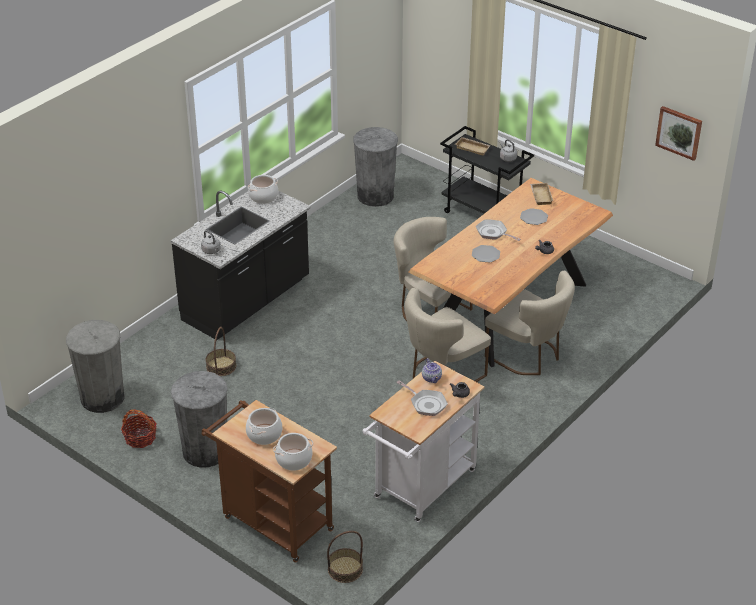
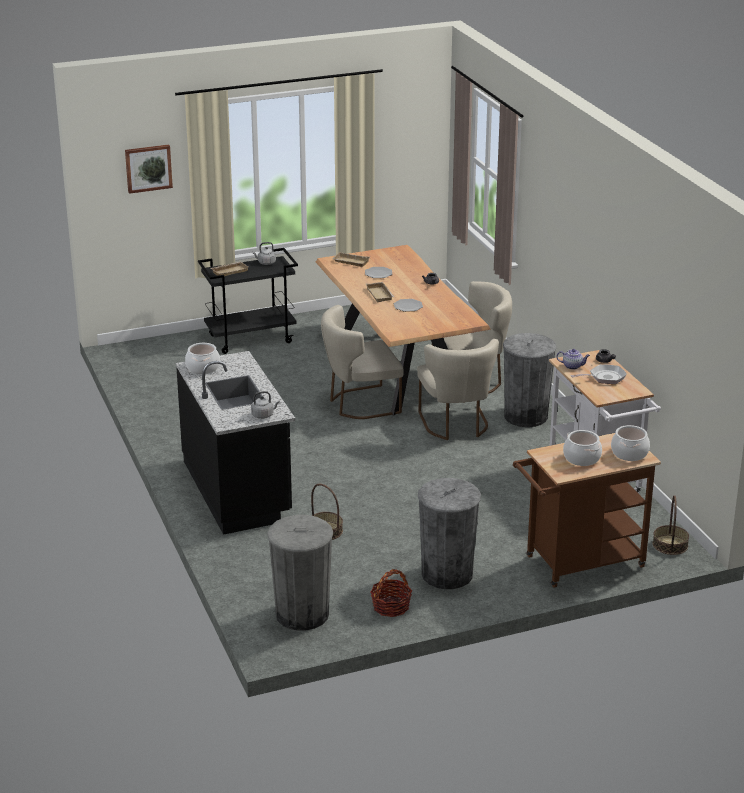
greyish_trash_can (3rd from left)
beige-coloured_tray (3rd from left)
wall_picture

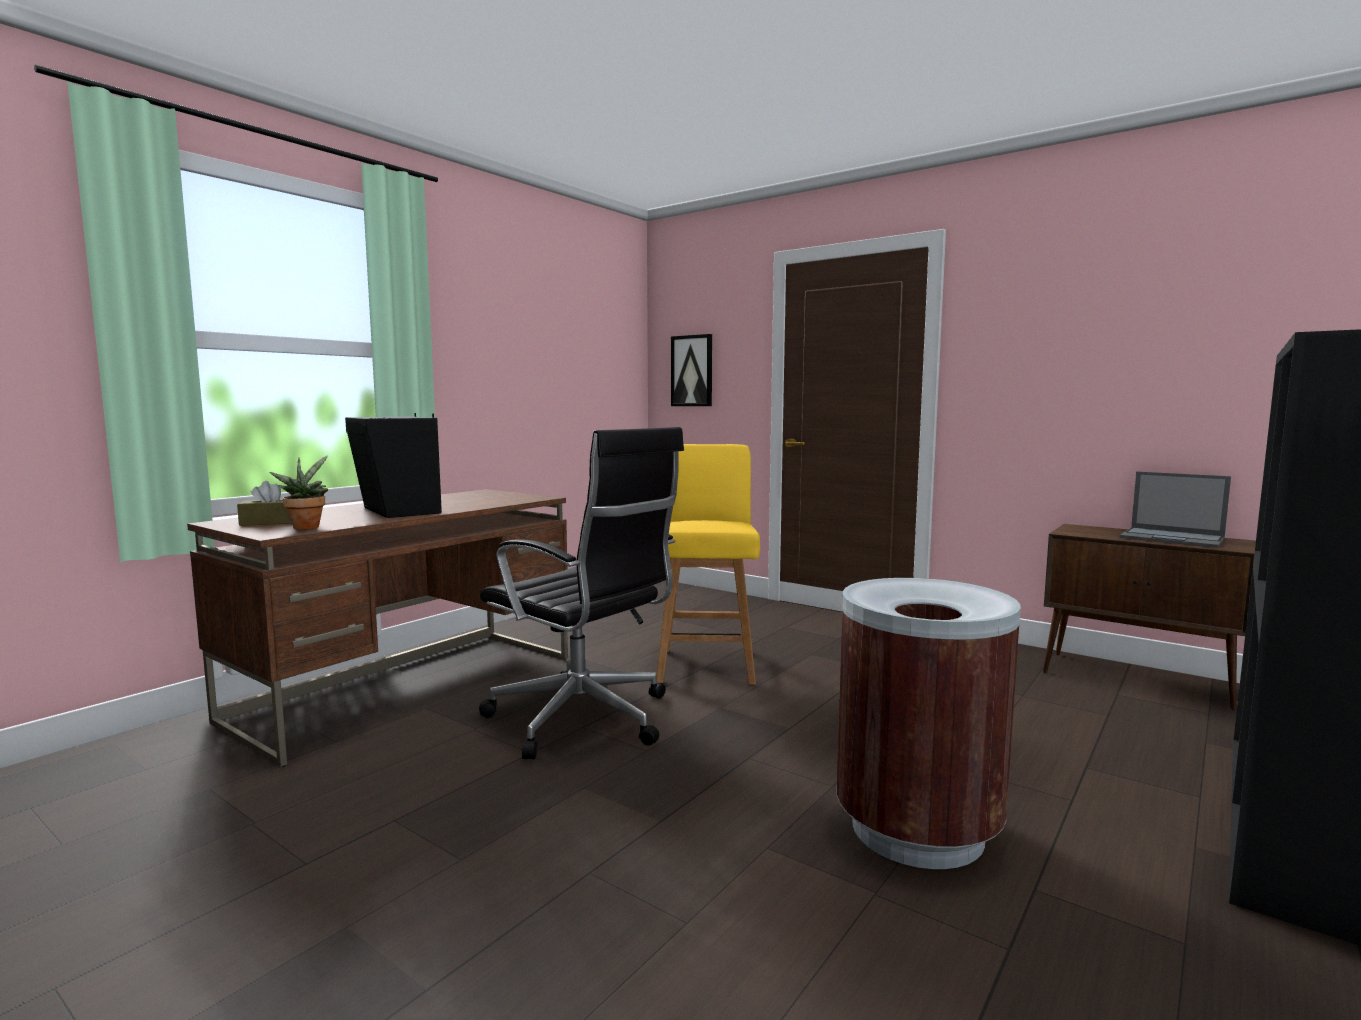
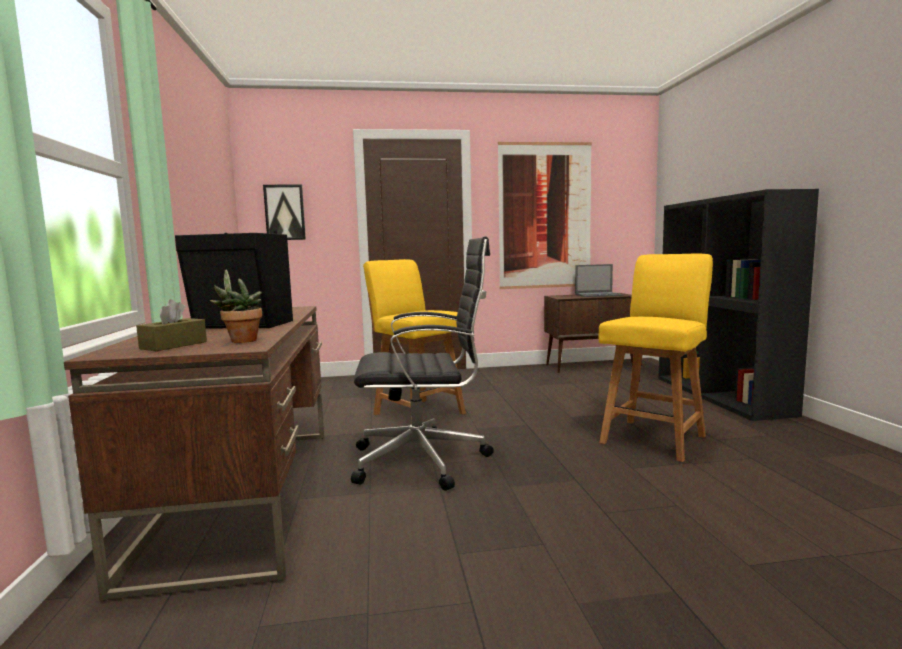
yellow-coloured_plain_chair (2nd from left)
wall_picture (2nd from left)

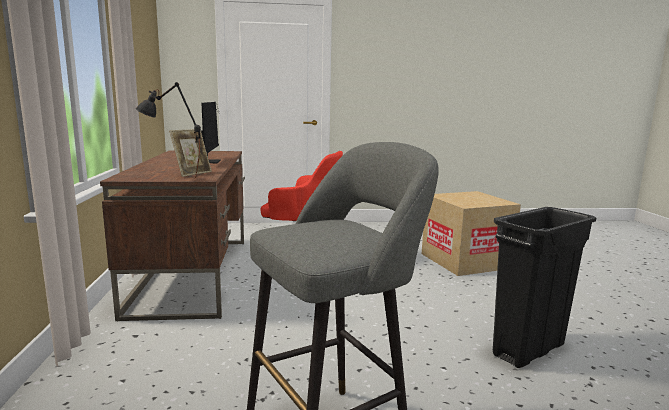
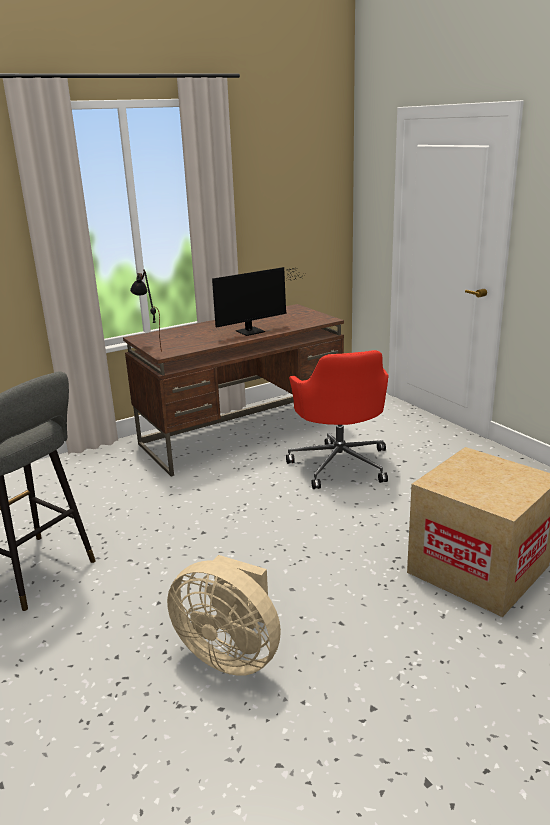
standing_frame
beige-coloured_electric_fan

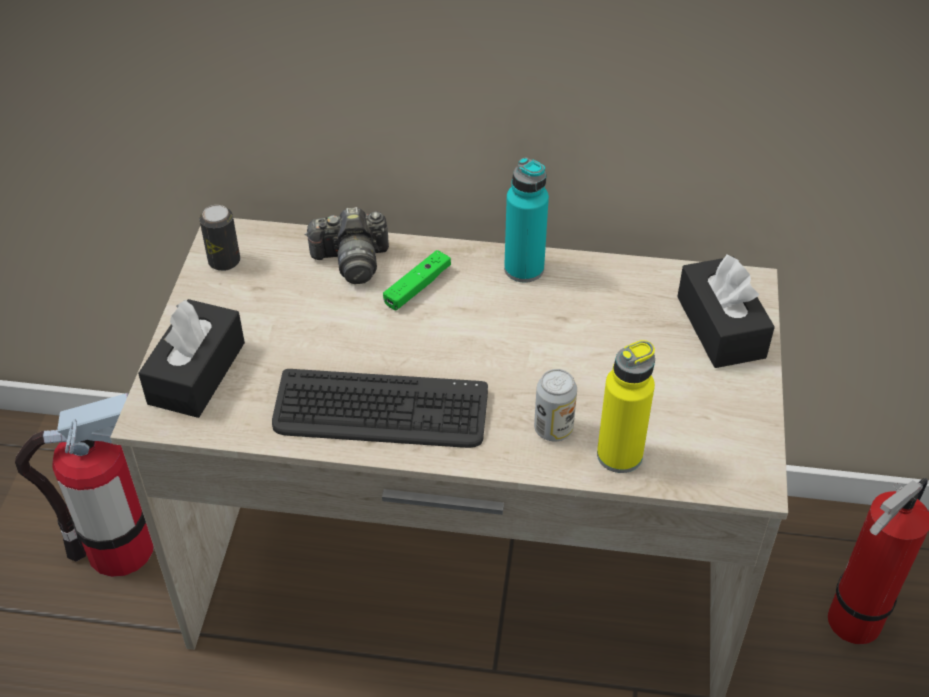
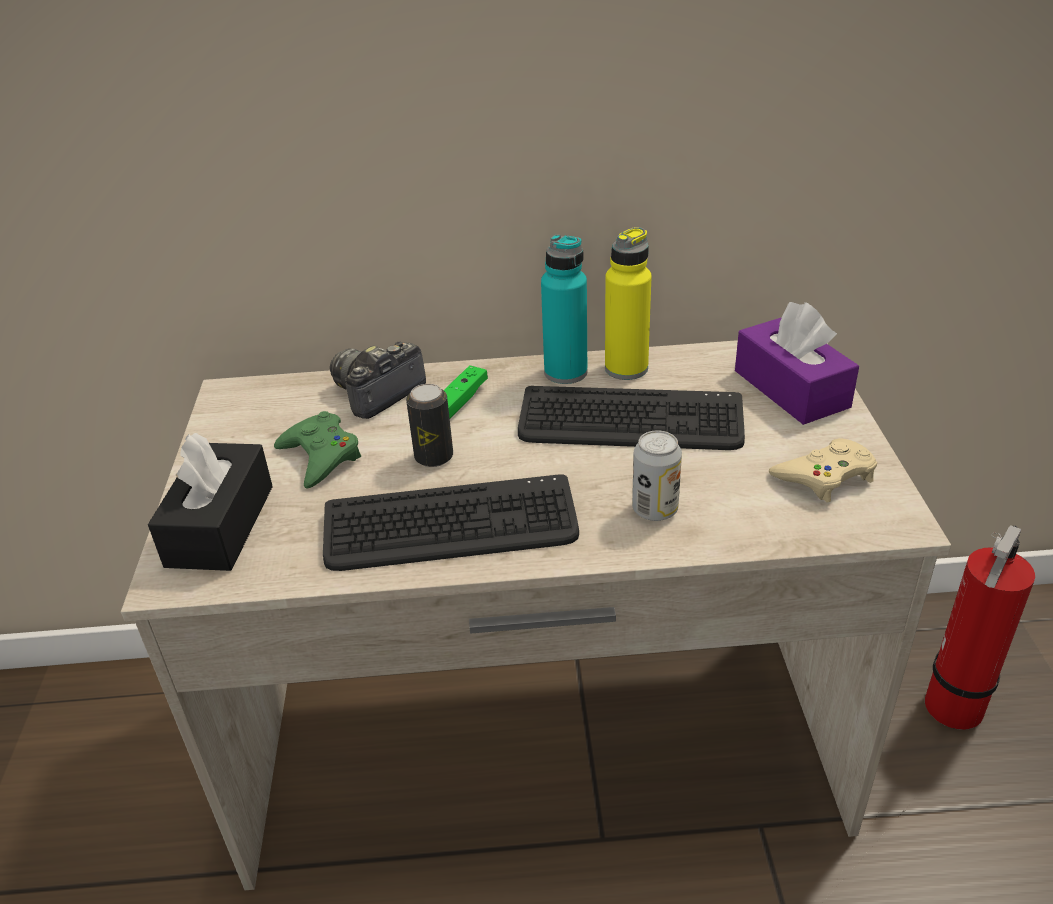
fire-fighting_cylinder (1st from left in the first image)
sealed_can (1st from left)
still_camera
yellow-coloured_bottle
purple_tissue_box
green_game_controller (1st from left)
PC_keyboard (2nd from left)
beige-coloured_game_controller

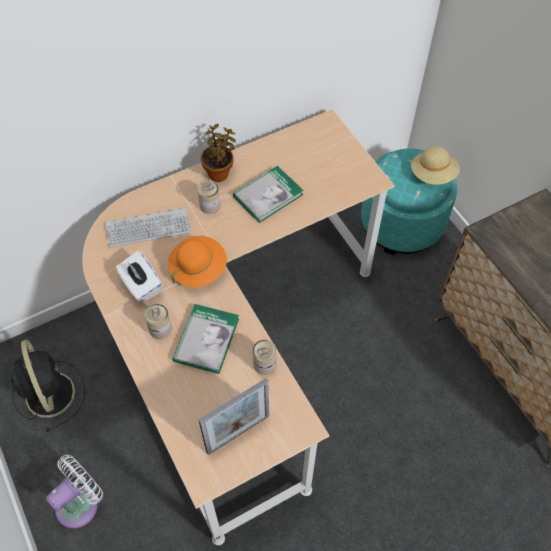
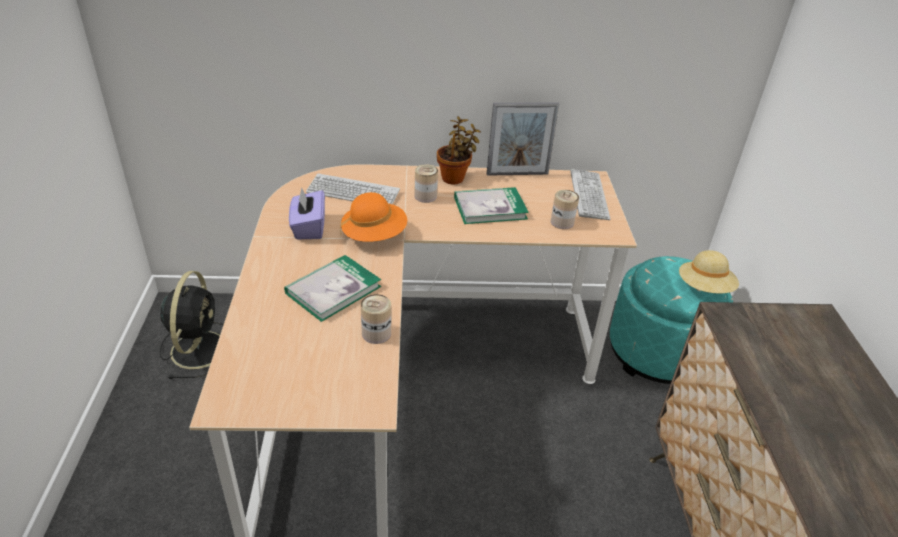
white-coloured_electric_fan
purple_tissue_box
sealed_can (3rd from left)
standing_frame
PC_keyboard (2nd from left)

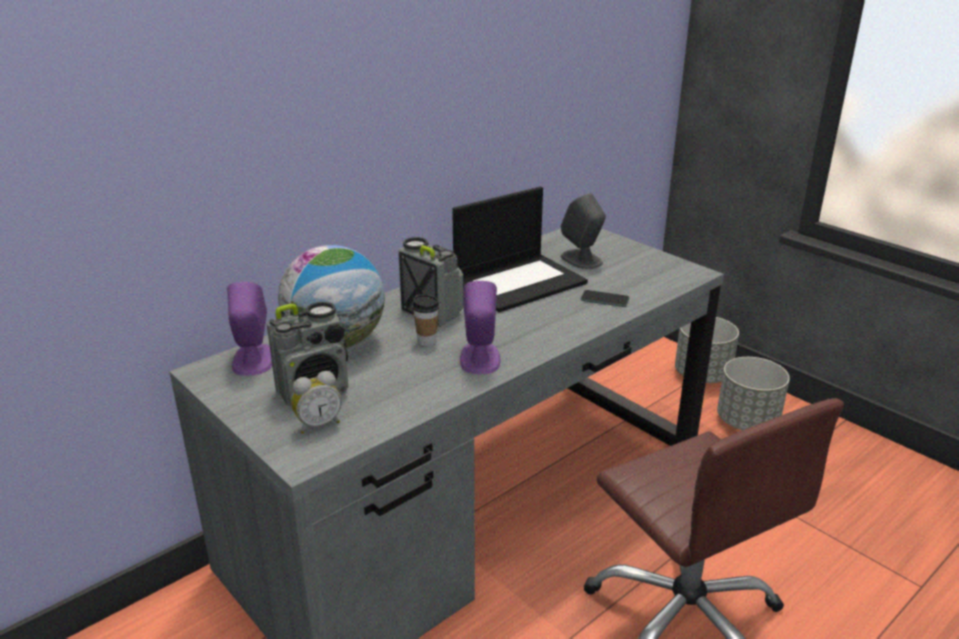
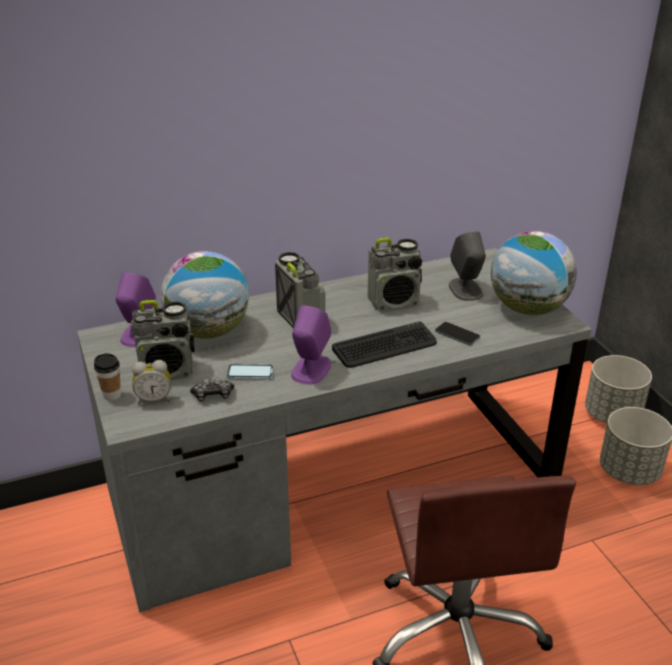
small_cup
radio_set (3rd from left)
game_controller
telephone (1st from left)
PC_keyboard
globe (2nd from left)

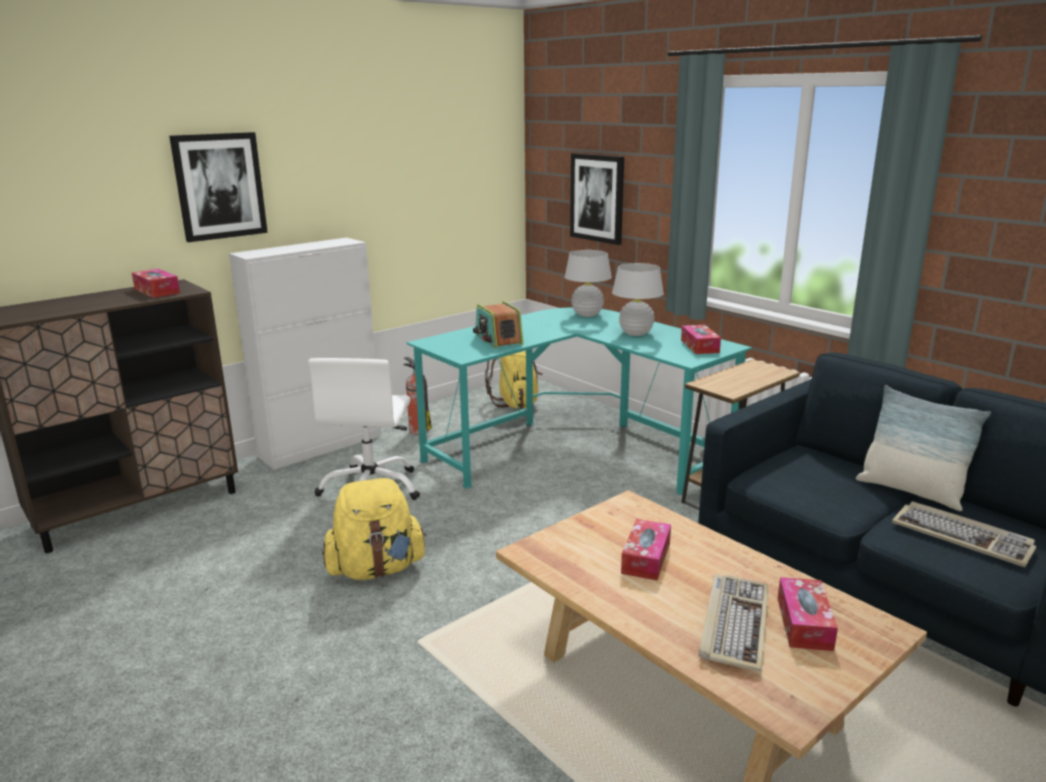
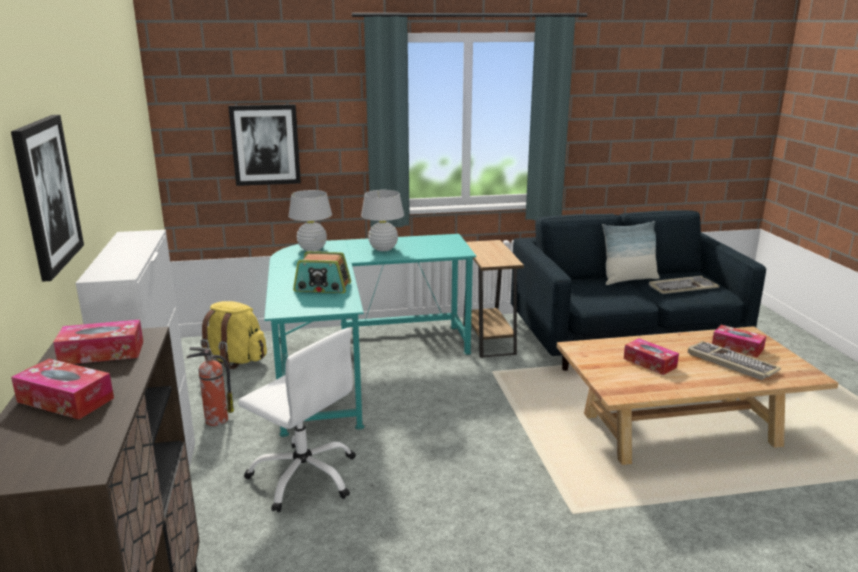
yellow-coloured_backpack (1st from left in the first image)
tissue_box (1st from left)

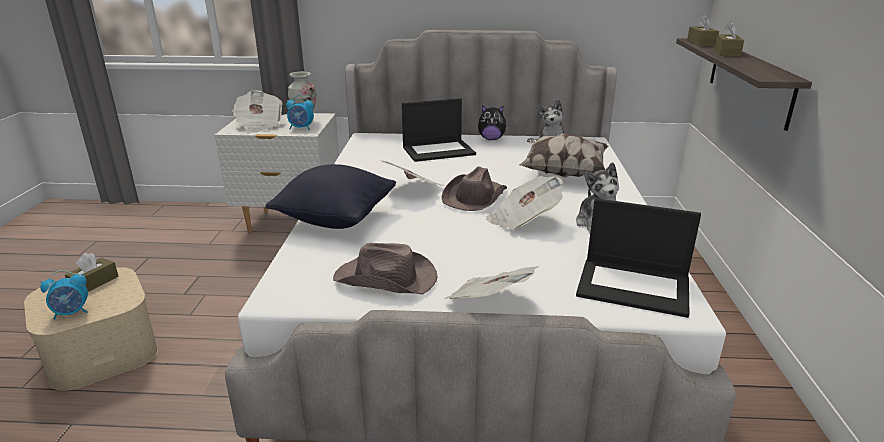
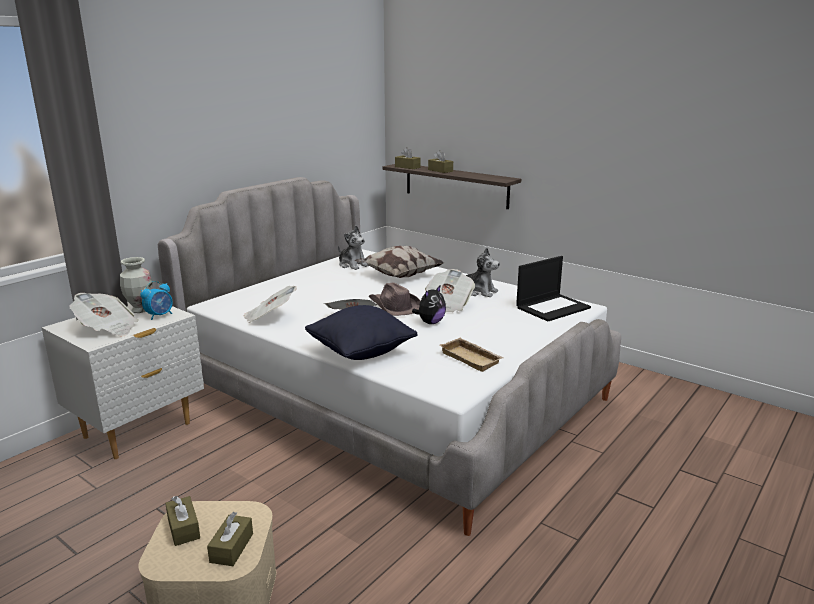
brown-coloured_tissue_box (2nd from left)
beige-coloured_tray
portable_computer (1st from left in the first image)
newspaper (2nd from left)
plush_toy (2nd from left)

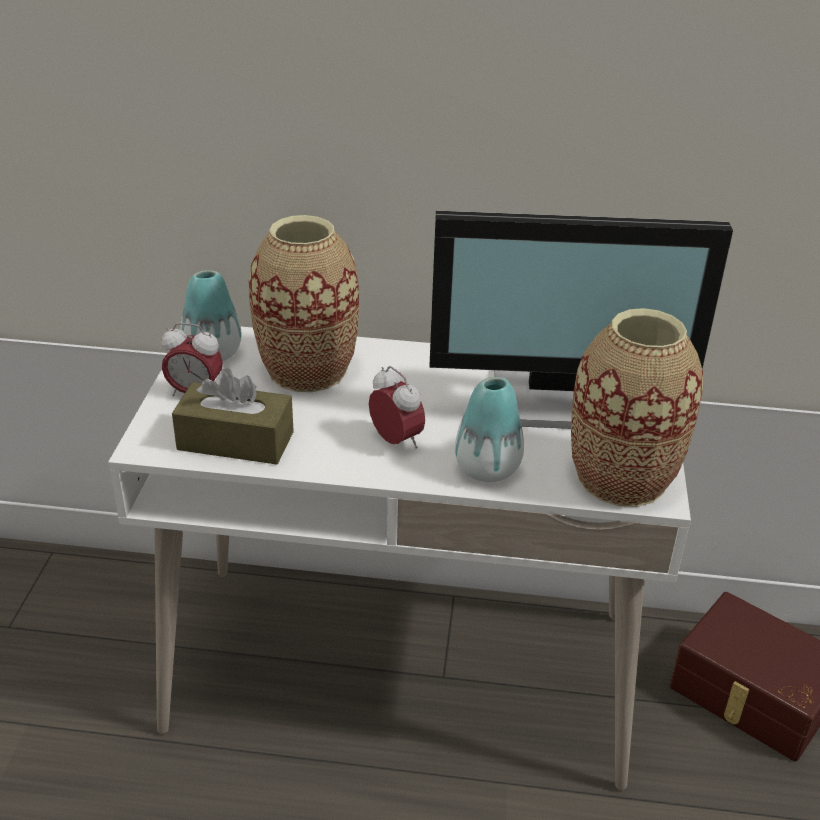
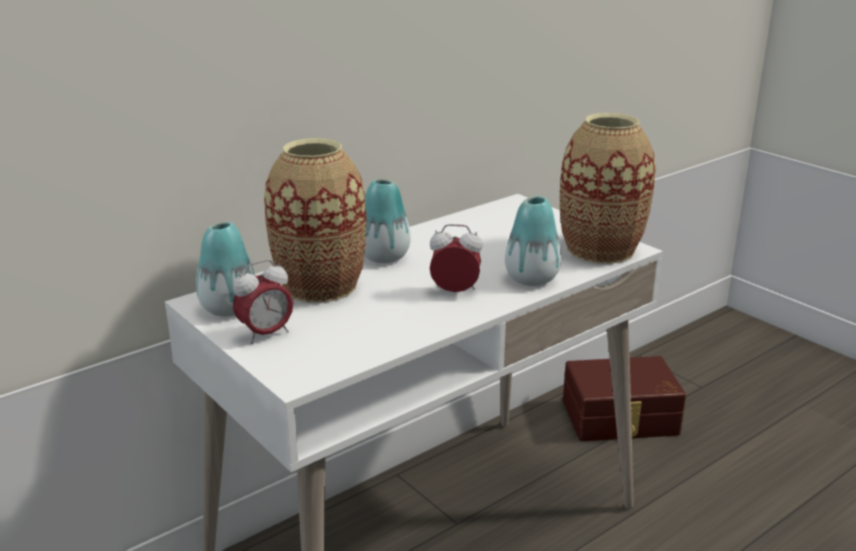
brown-coloured_tissue_box
monitor
flower_vase (3rd from left)

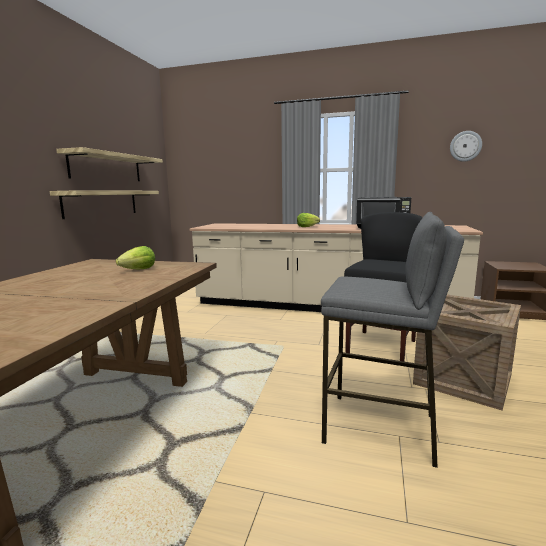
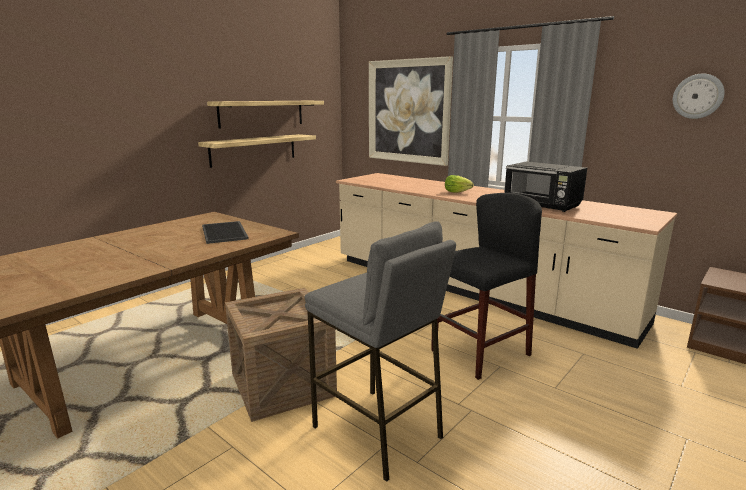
tray
crate
wall_picture

